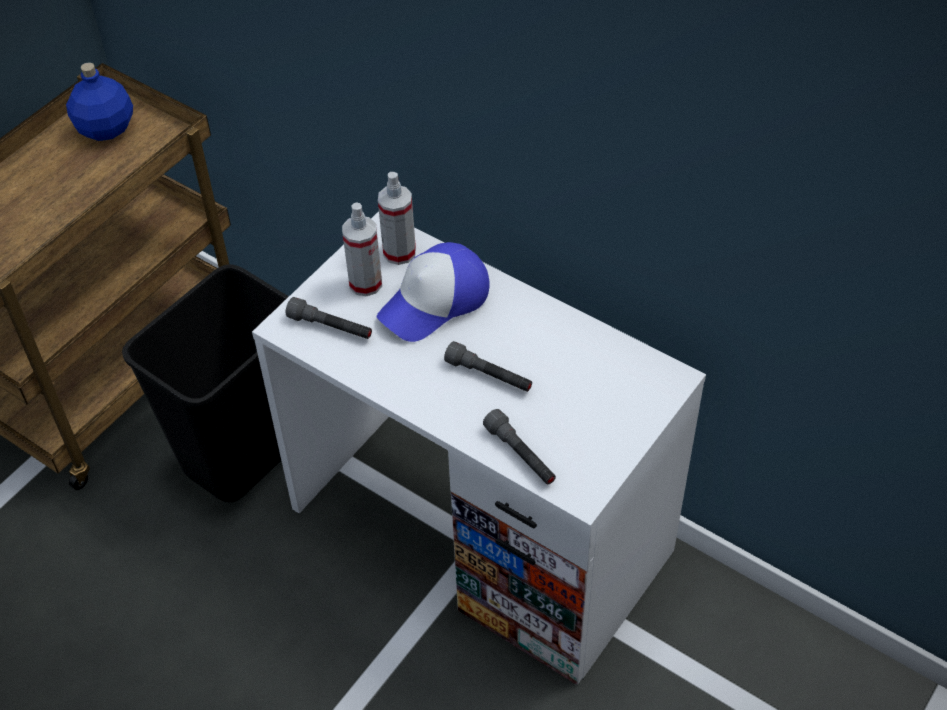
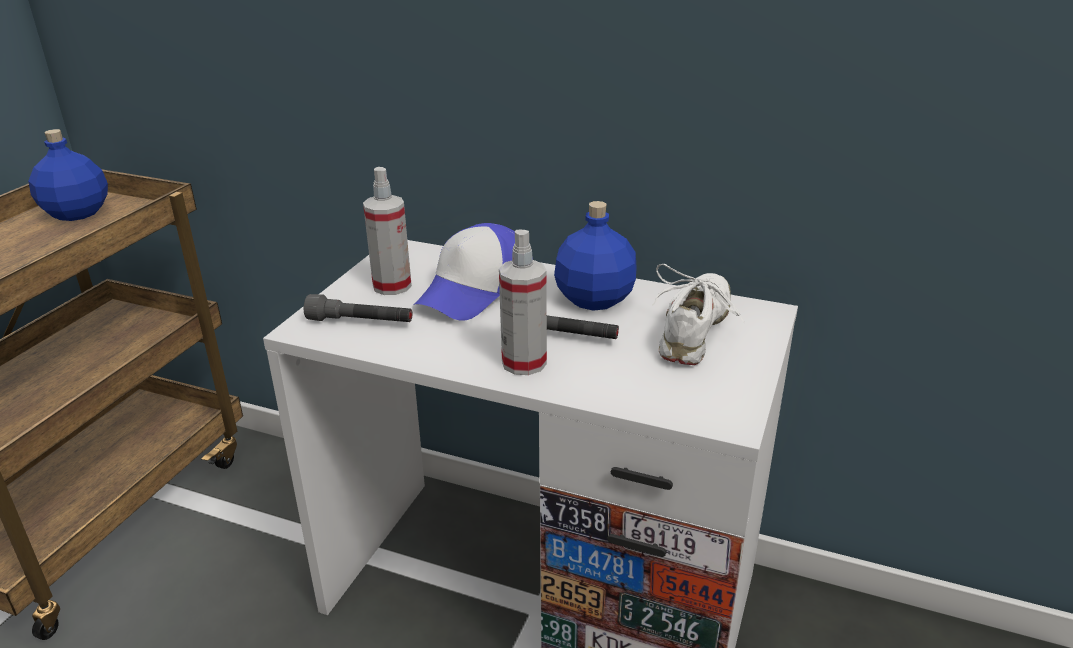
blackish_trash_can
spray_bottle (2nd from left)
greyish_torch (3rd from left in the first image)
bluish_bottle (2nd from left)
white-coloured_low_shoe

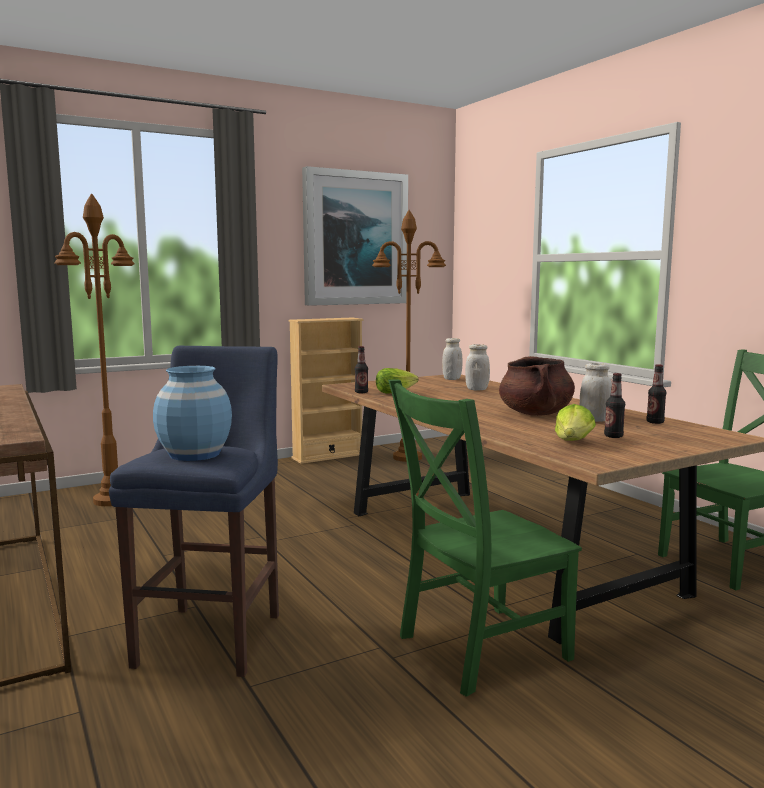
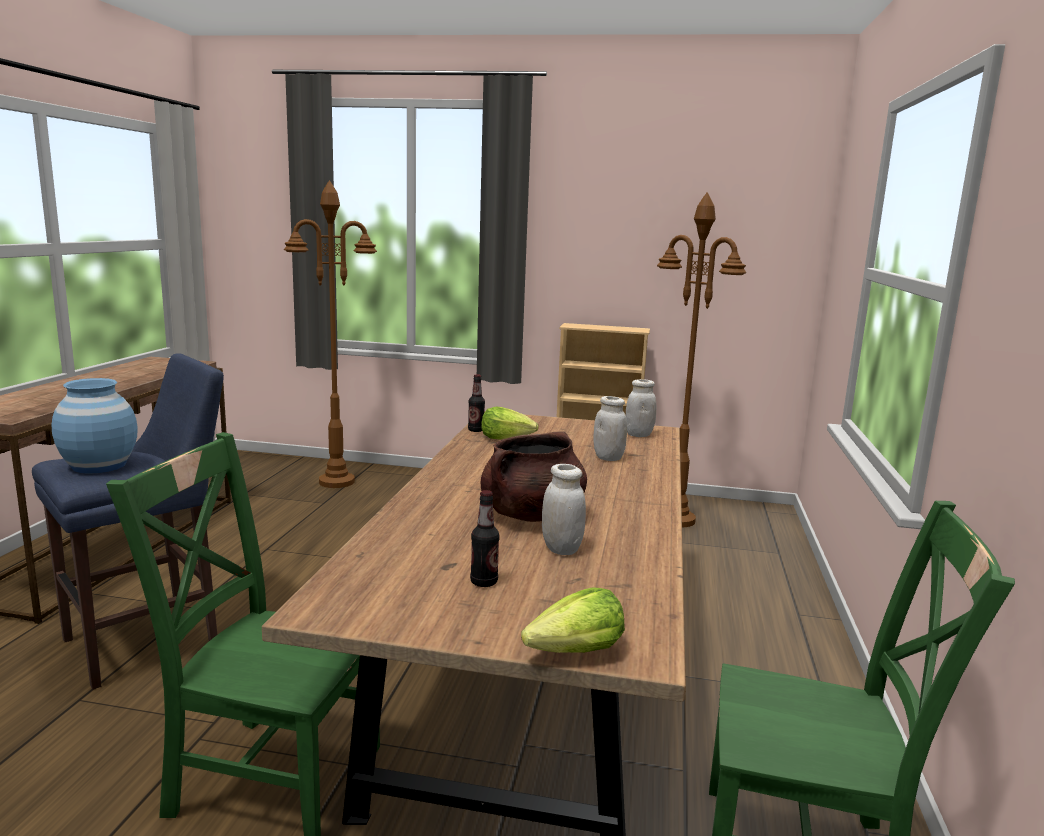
wall_picture
head_of_lettuce (2nd from left)
bottle (3rd from left in the first image)

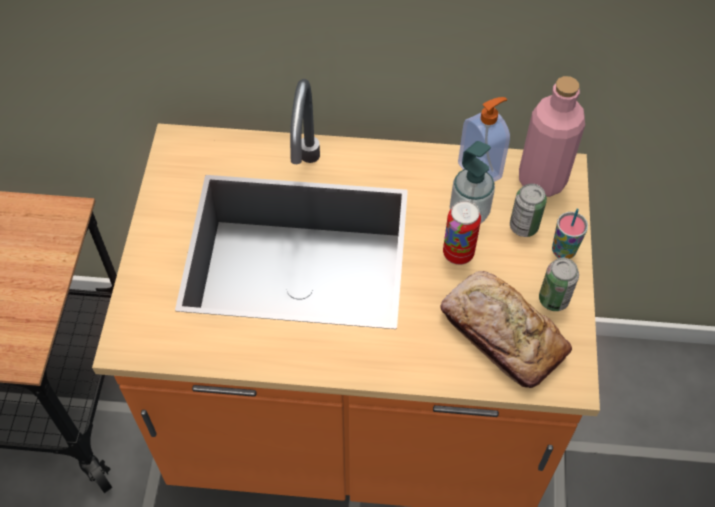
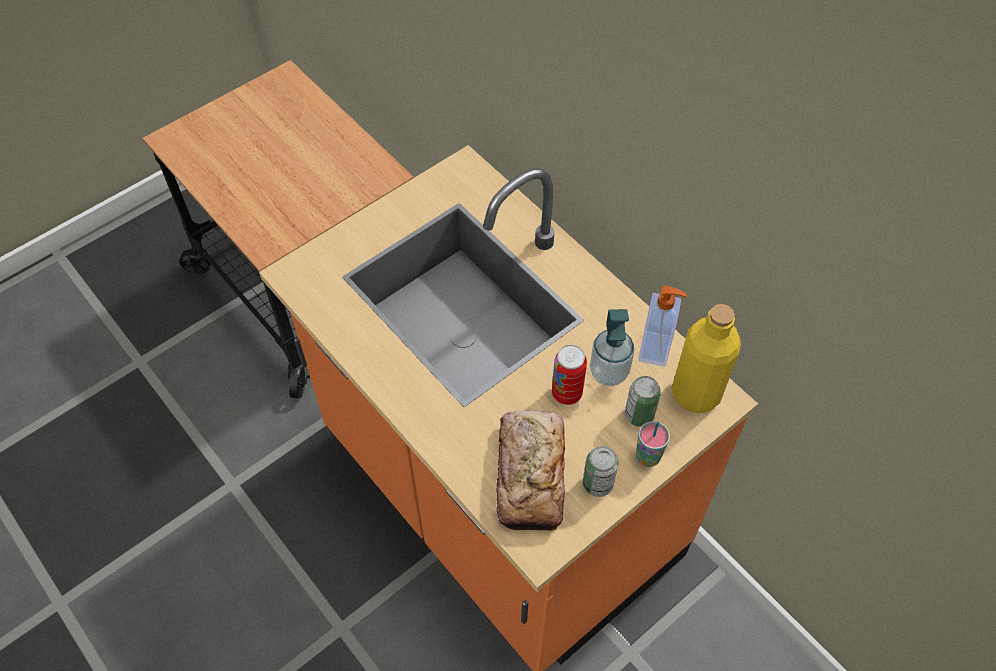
yellow-coloured_bottle

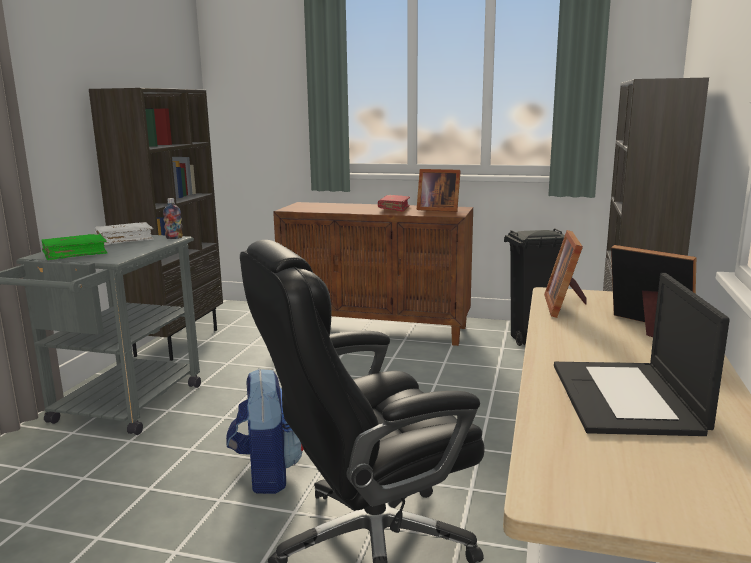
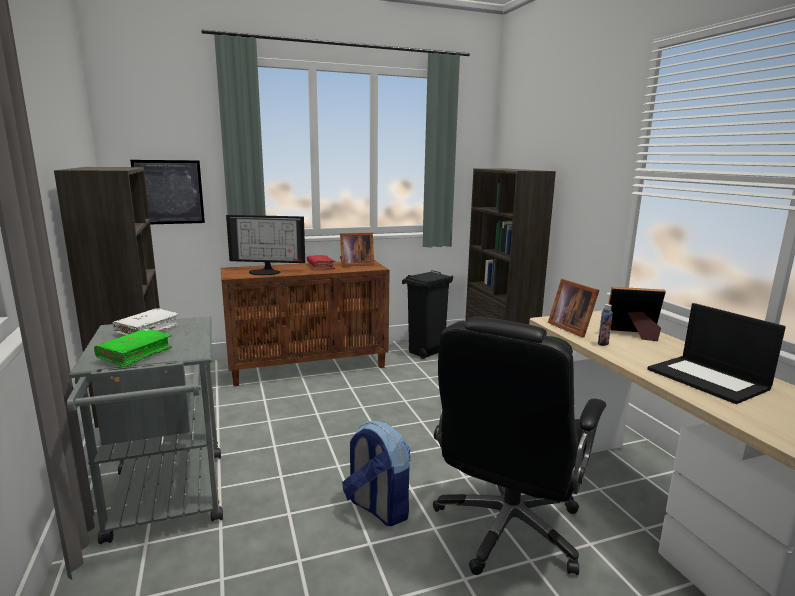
bottle
wall_picture
monitor

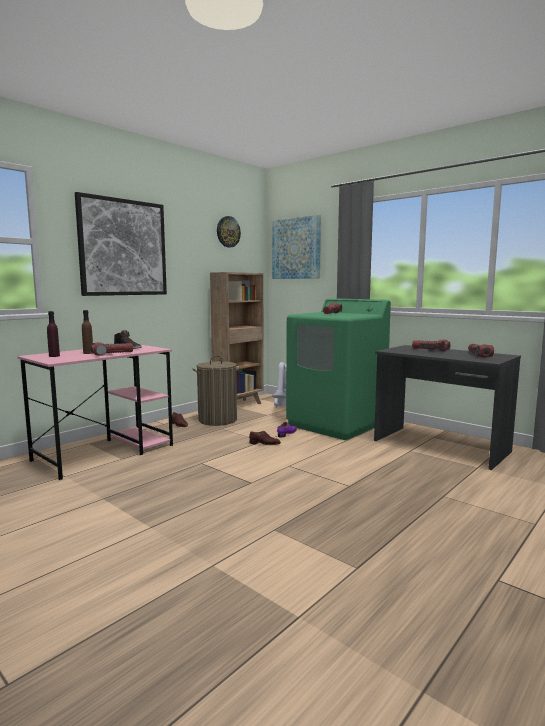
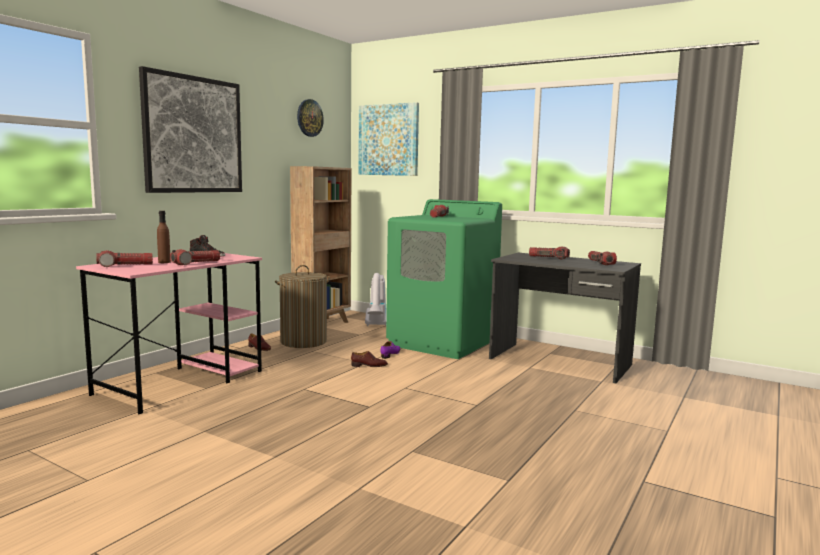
torch (1st from left)

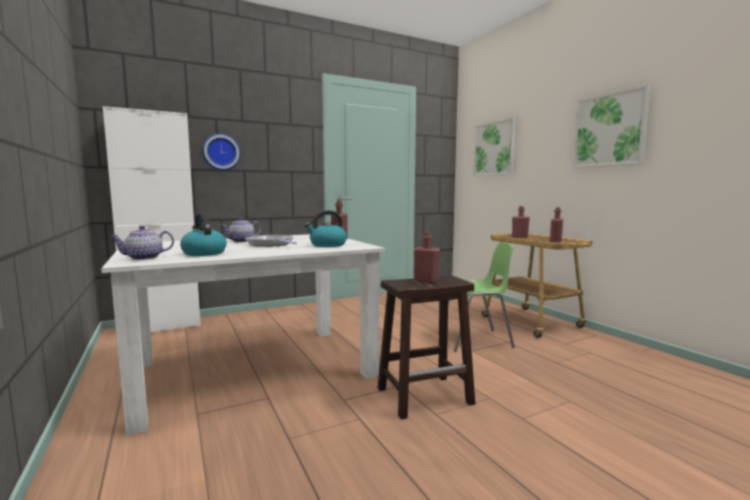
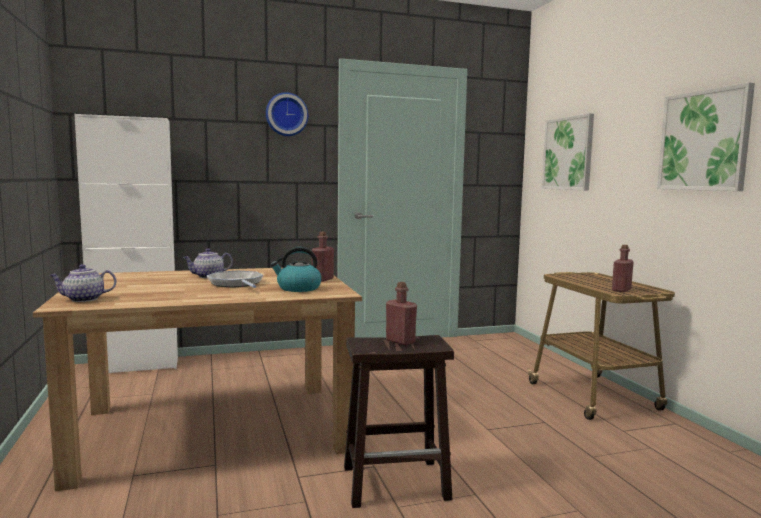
brown-coloured_dining_table
water_kettle (1st from left in the first image)
clock_on_the_wall
green_plain_chair
reddish_bottle (3rd from left in the first image)

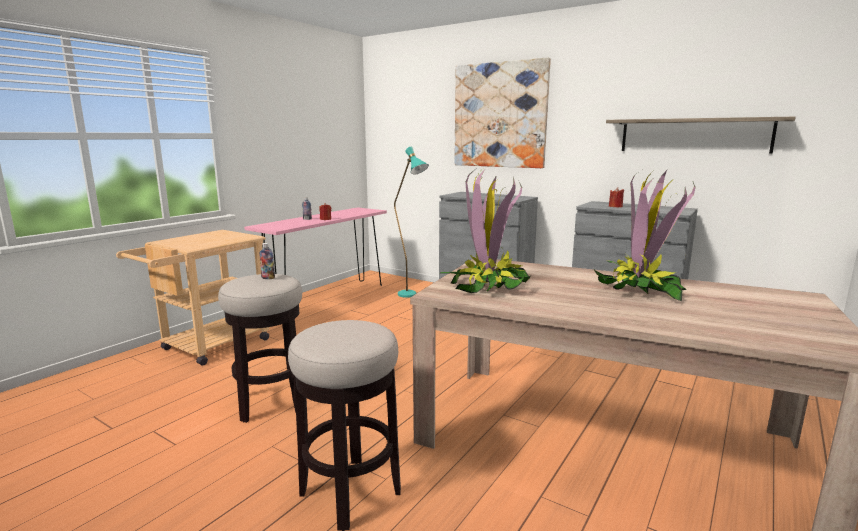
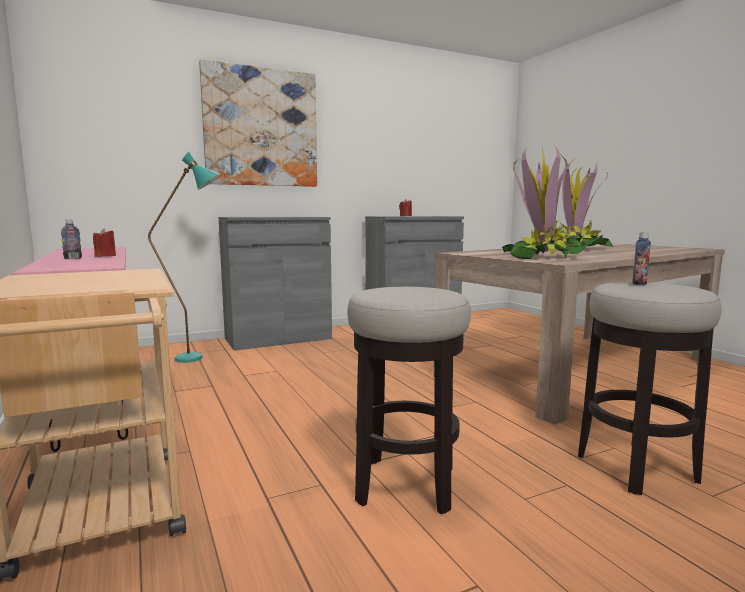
bottle (2nd from left)
wall_shelf

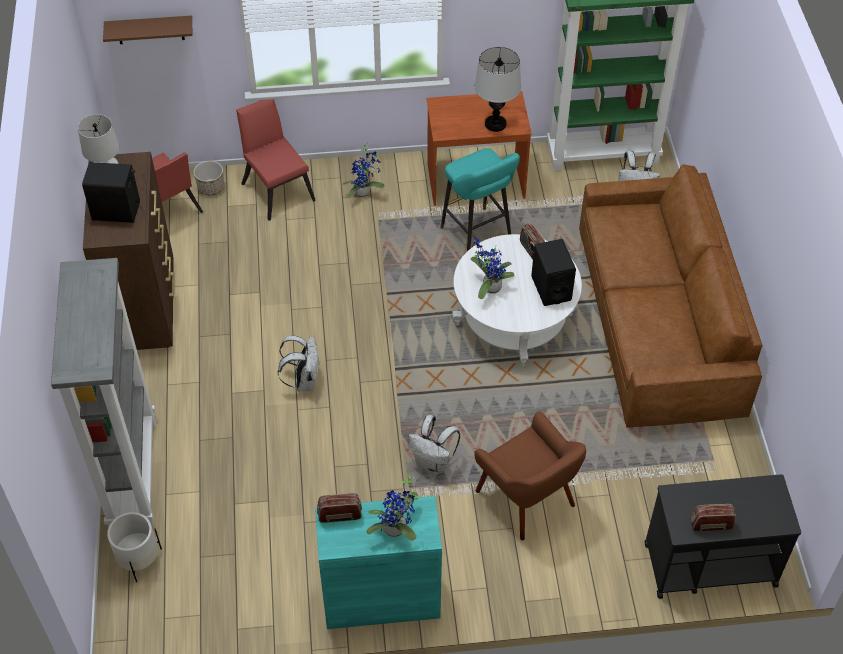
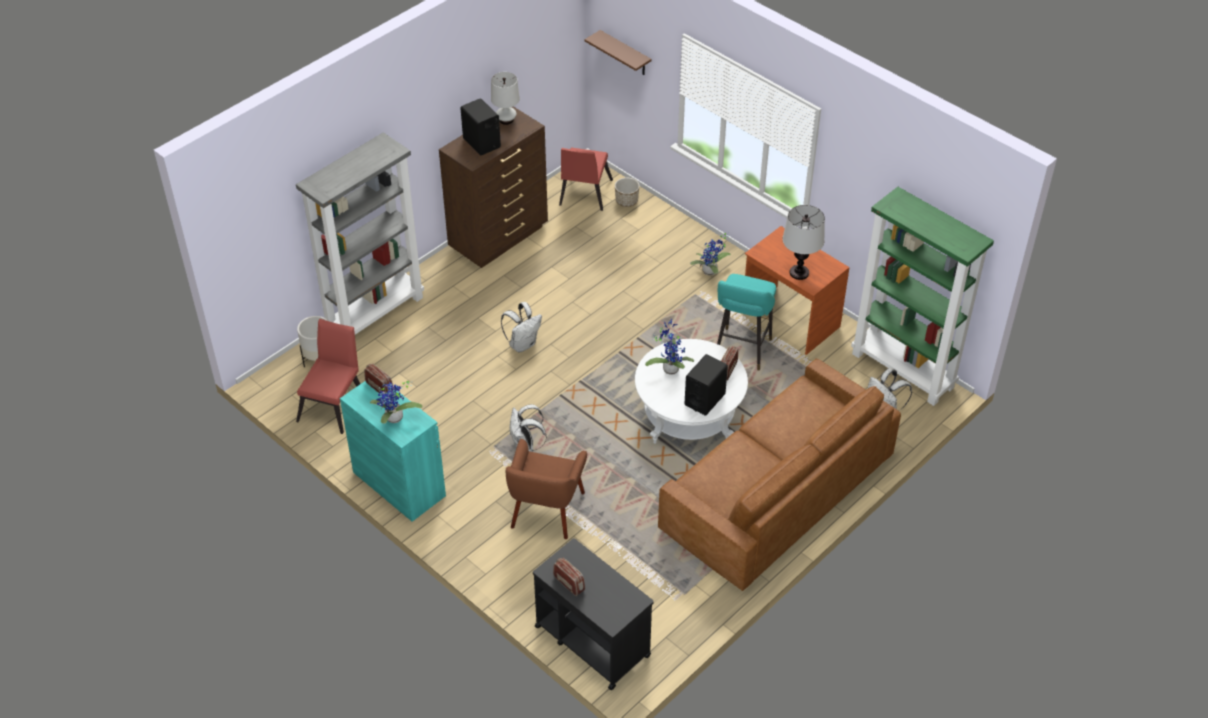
reddish_plain_chair (1st from left)

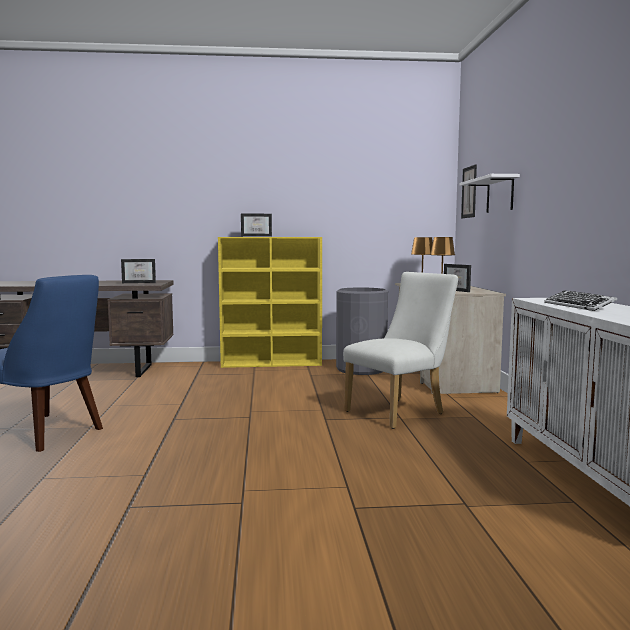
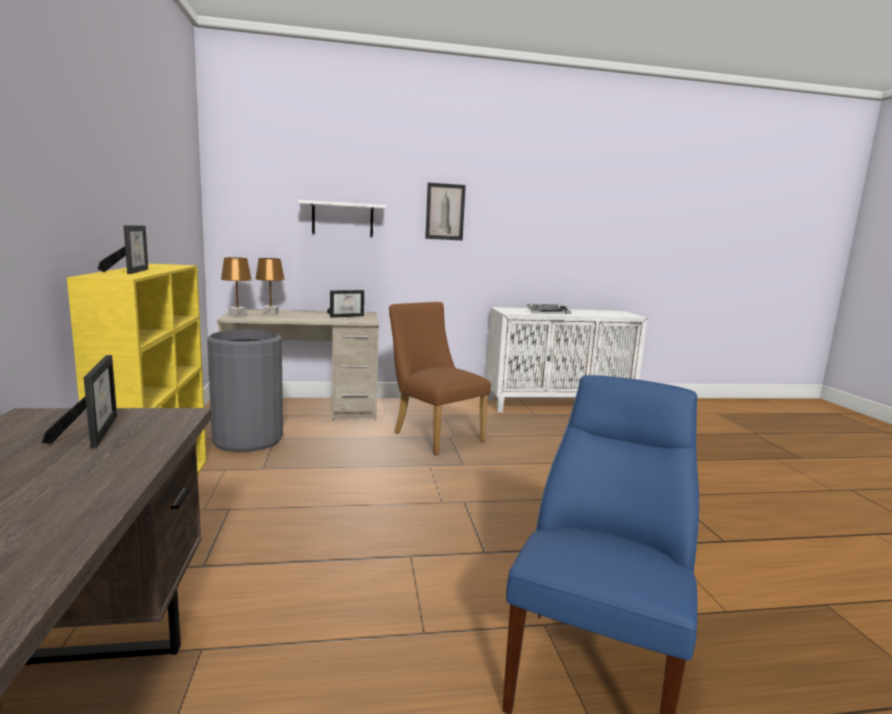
brown-coloured_plain_chair
wall_picture

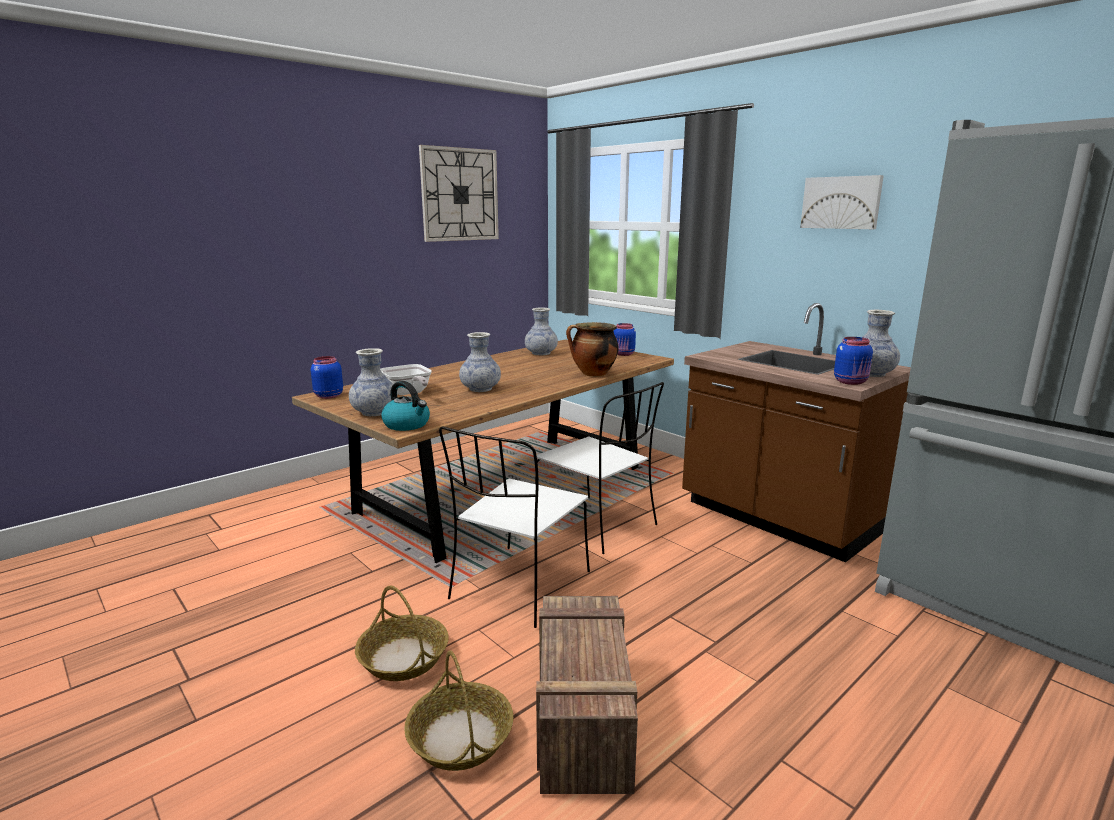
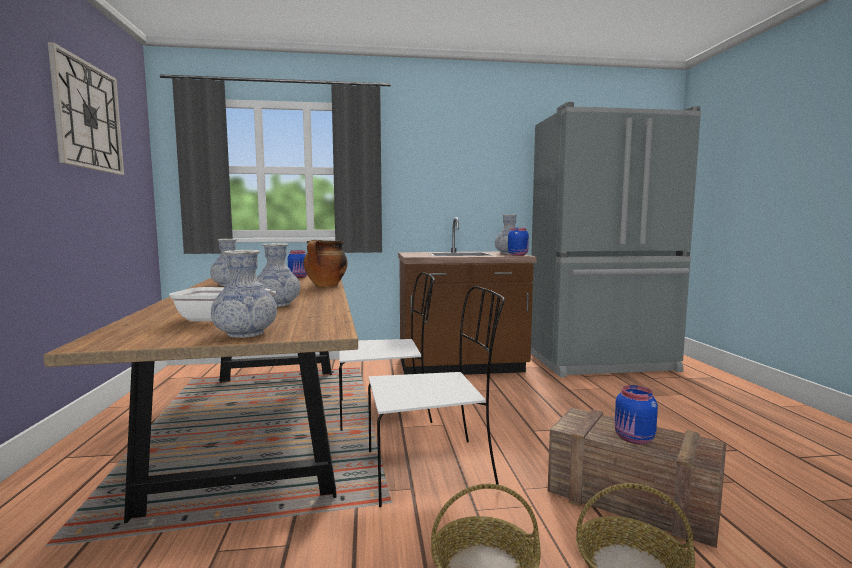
bluish_jar (3rd from left)
water_kettle
white-coloured_plain_chair (2nd from left)
wall_picture

